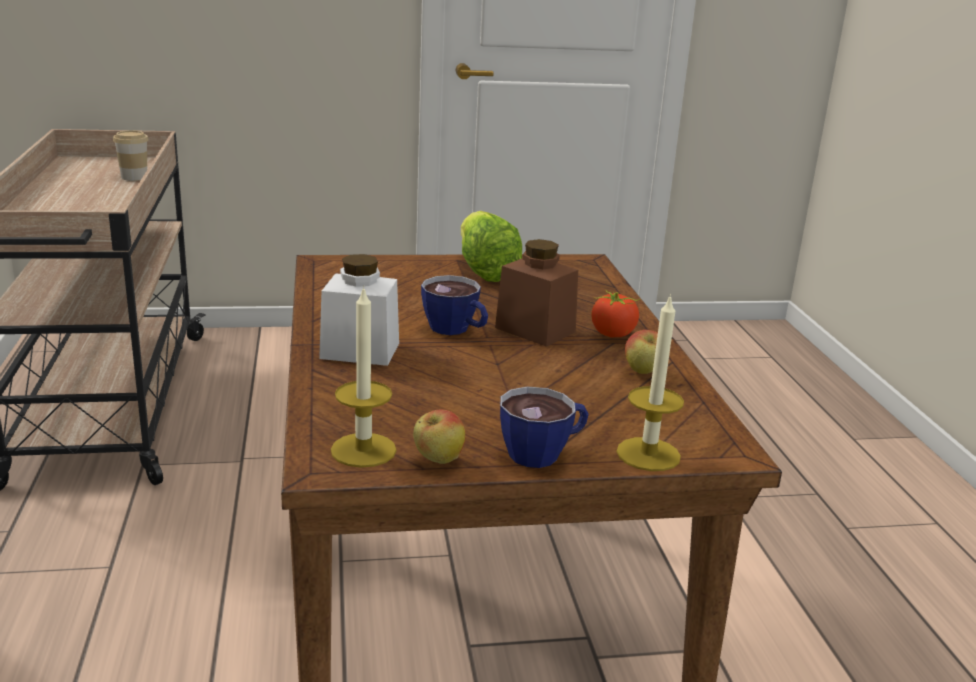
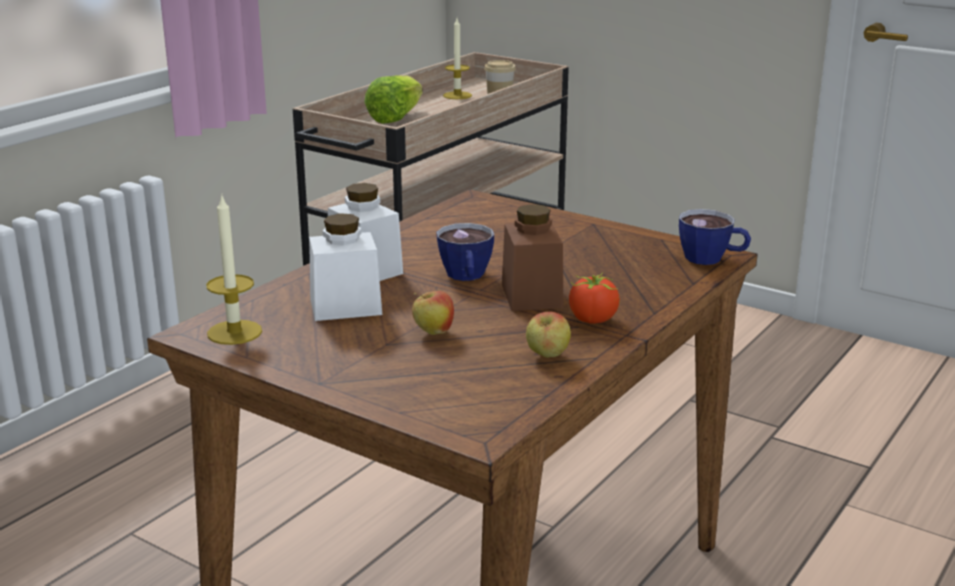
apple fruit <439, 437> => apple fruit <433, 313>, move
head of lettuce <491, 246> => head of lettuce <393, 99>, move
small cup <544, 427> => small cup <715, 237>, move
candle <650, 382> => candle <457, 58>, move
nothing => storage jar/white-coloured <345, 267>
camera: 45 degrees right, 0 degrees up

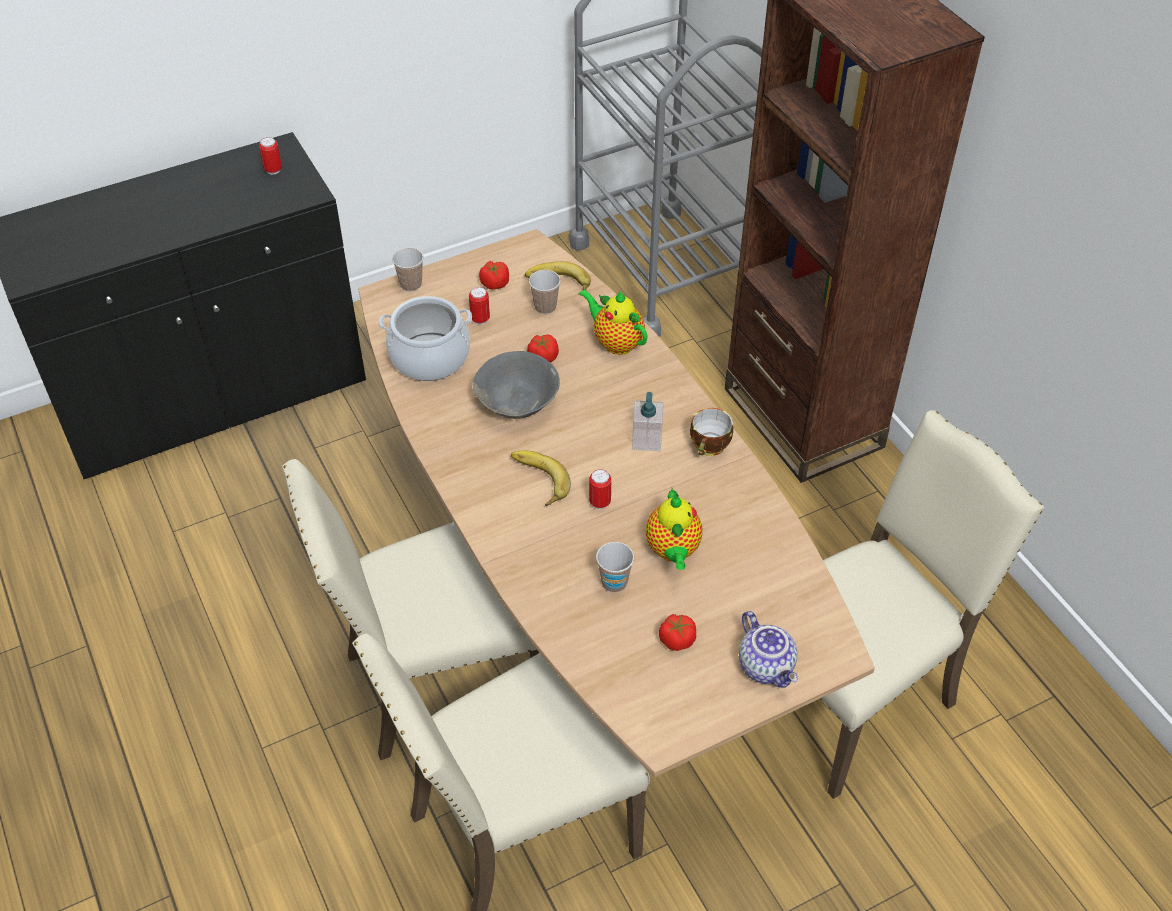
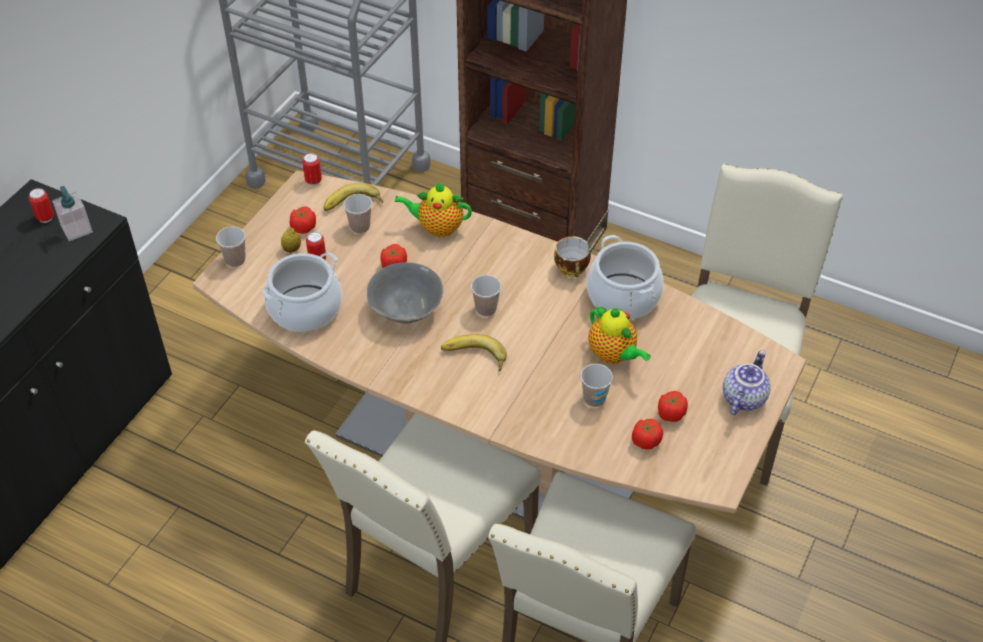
can <600, 489> => can <312, 169>, move
soap bottle <648, 421> => soap bottle <72, 213>, move
teapot <768, 649> => teapot <747, 382>, 90 degrees counterclockwise
nothing => whole lemon <291, 240>
nothing => small cup <486, 295>
nothing => cooking pot <625, 277>
nothing => whole tomato <647, 434>
camera: 35 degrees left, 0 degrees up

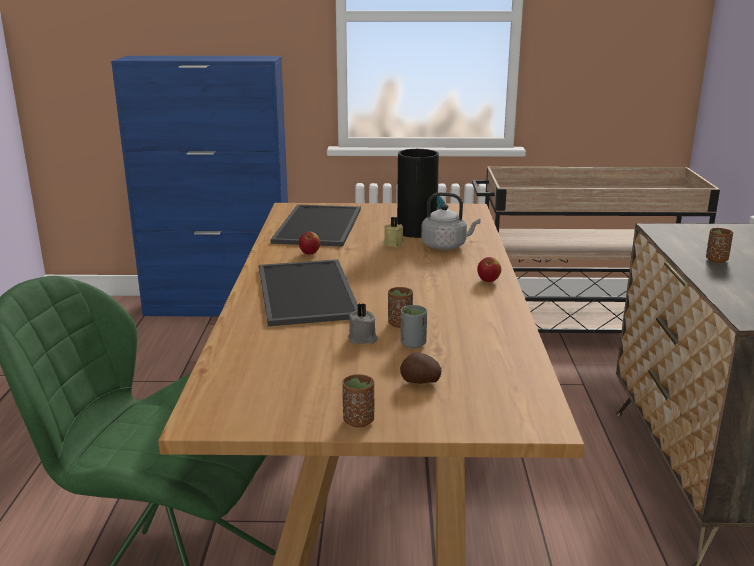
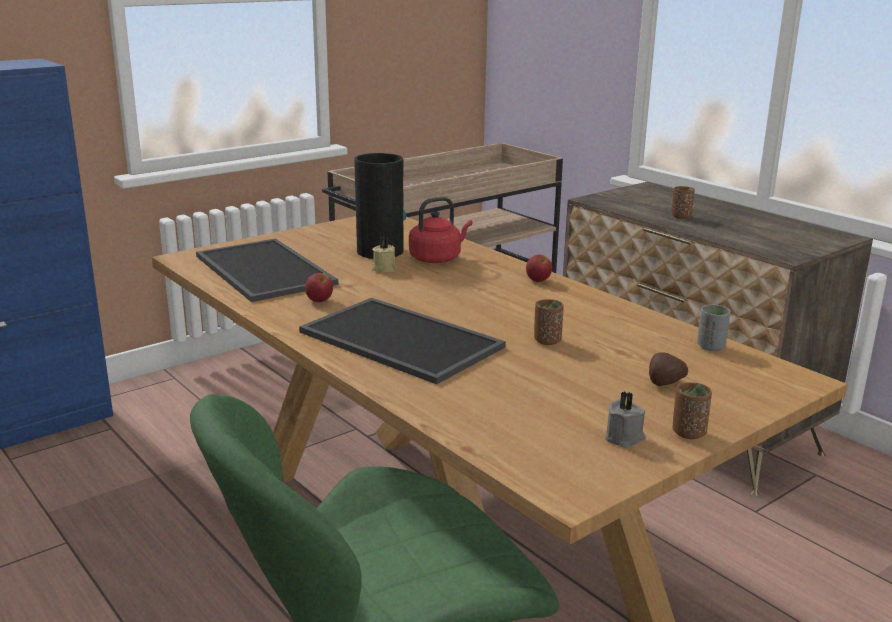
candle/grey <363, 323> => candle/grey <625, 419>, move
small cup/grey <414, 326> => small cup/grey <714, 328>, move
kettle/grey <451, 221> => kettle/reddish <440, 230>
camera: 40 degrees left, 0 degrees up

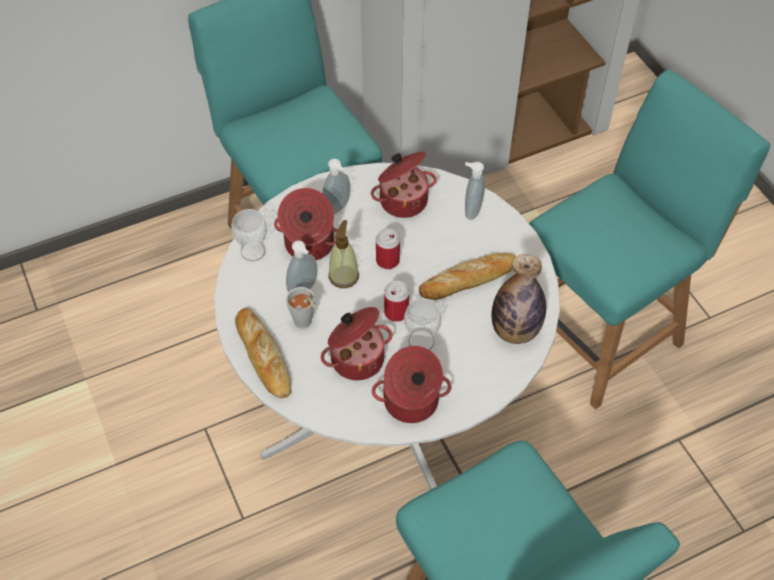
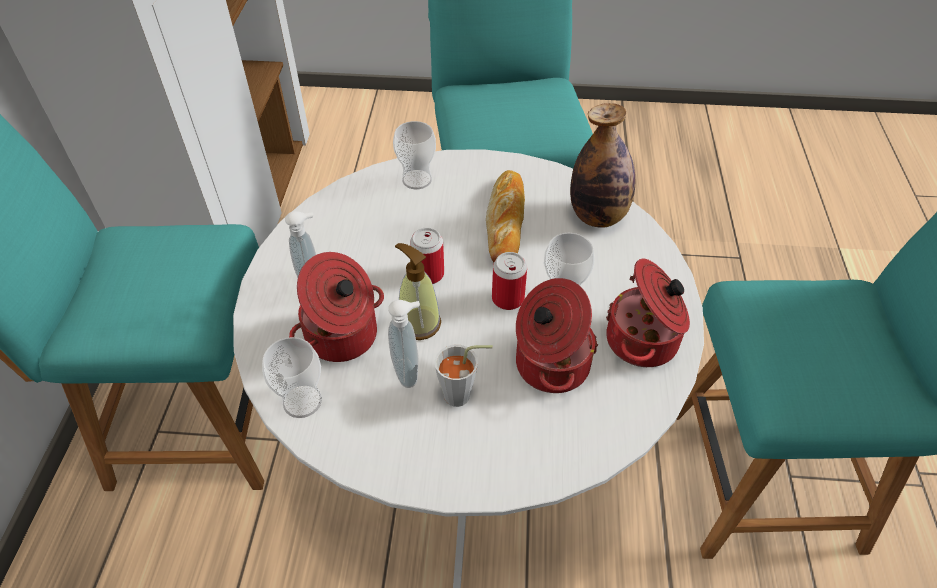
bread <263, 353> => nothing
cooking pot <404, 185> => nothing
soap bottle <475, 191> => small cup <414, 155>
camera: 60 degrees left, 5 degrees down

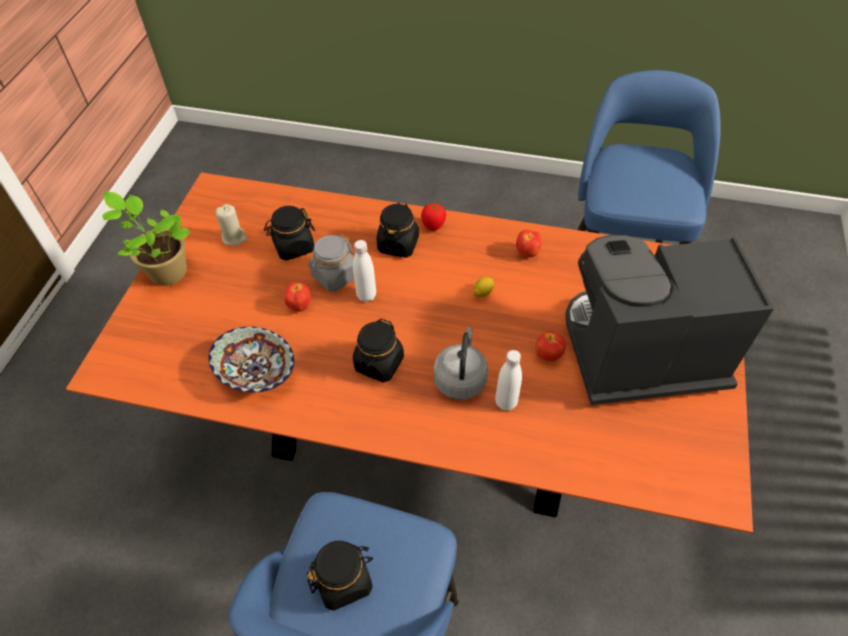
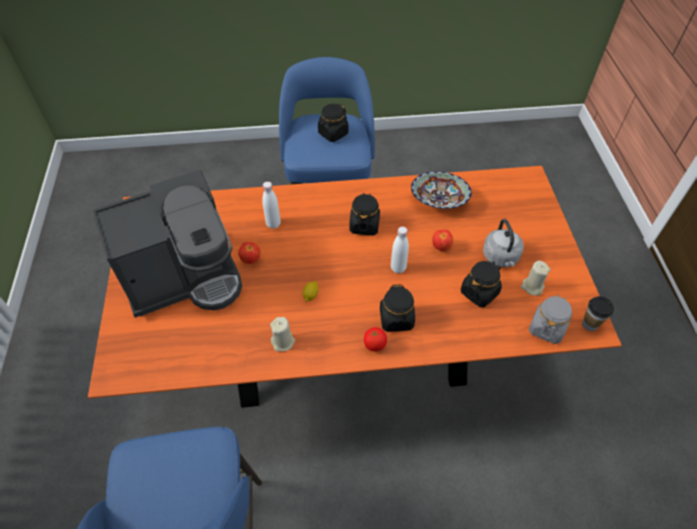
plant in a pot <146, 239> => nothing
storage jar/grey <331, 263> => storage jar/grey <550, 319>, move
kettle/grey <461, 363> => kettle/grey <503, 243>, move
apple fruit <529, 243> => candle/beige-coloured <282, 334>
nothing => small cup <598, 313>
camera: 160 degrees right, 0 degrees up

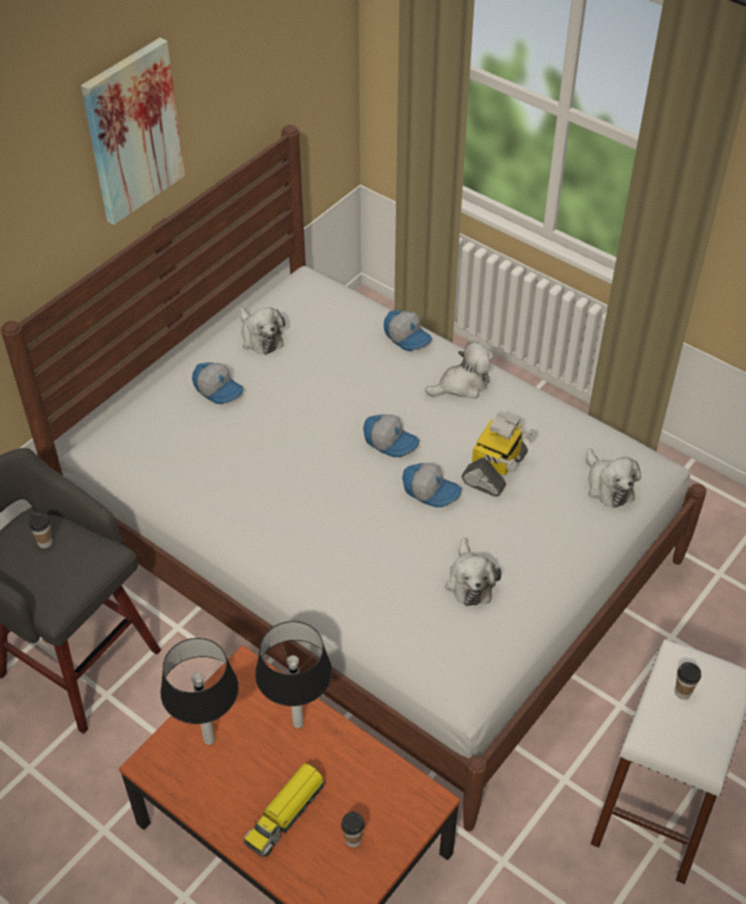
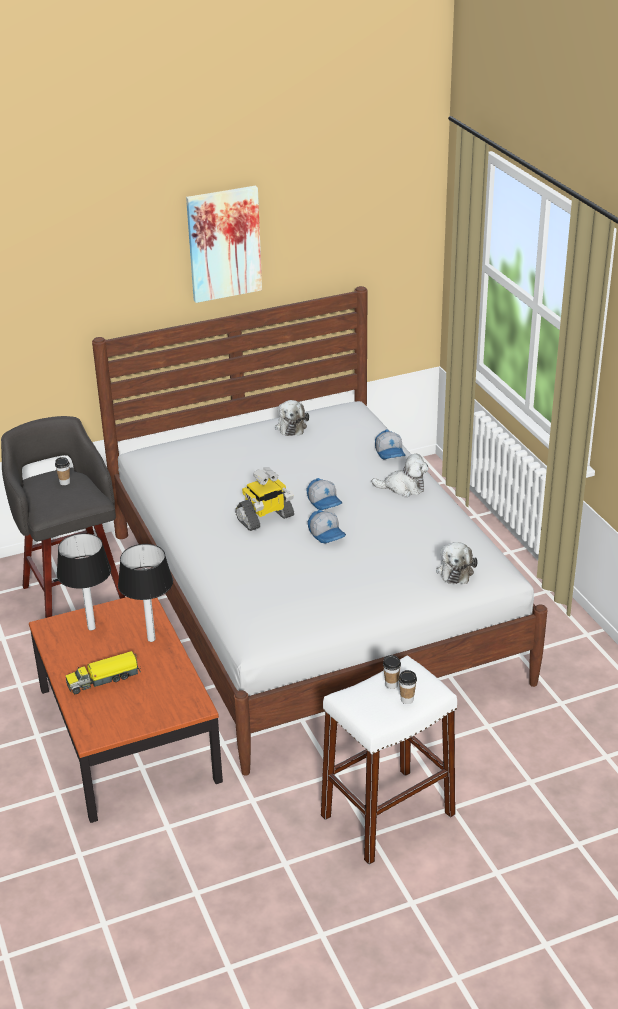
cap <217, 383> => nothing
small cup <353, 829> => small cup <408, 687>, move
soft toy <473, 572> => nothing
robot figure <499, 454> => robot figure <264, 499>, move
camera: 30 degrees right, 15 degrees down

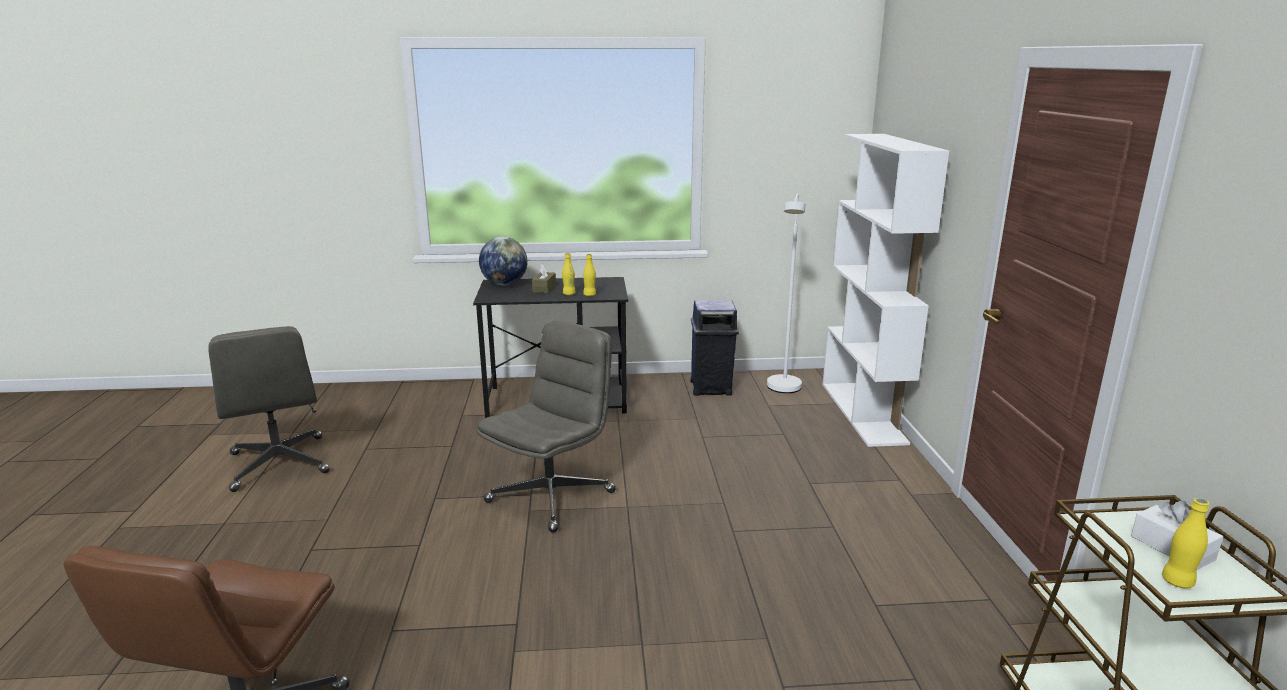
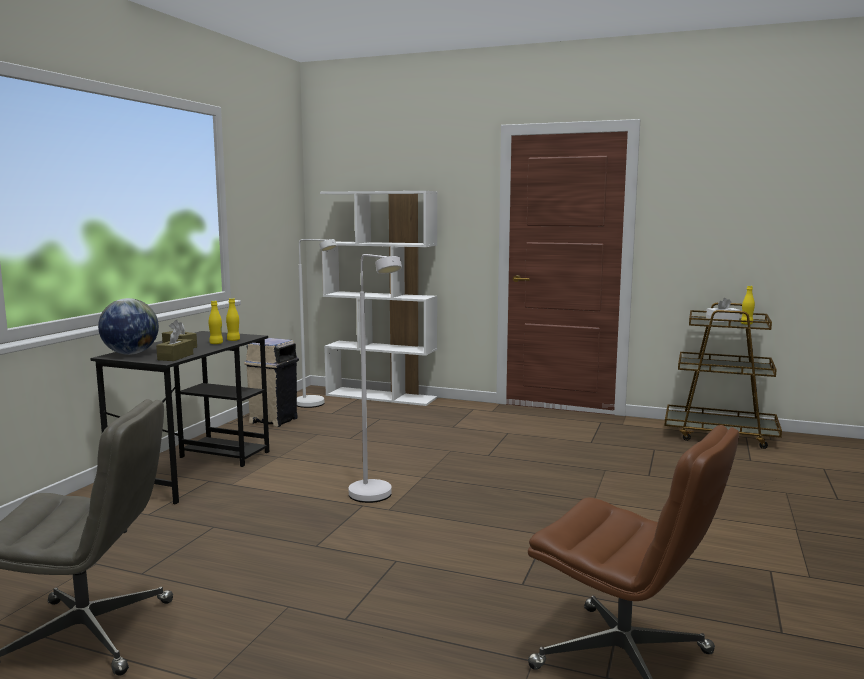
desk chair/grey <546, 427> => floor lamp/white-coloured <375, 378>
rubbish bin/blue <714, 348> => rubbish bin/beige-coloured <271, 382>
nothing => tissue box/brownish <174, 344>
camera: 65 degrees left, 10 degrees down

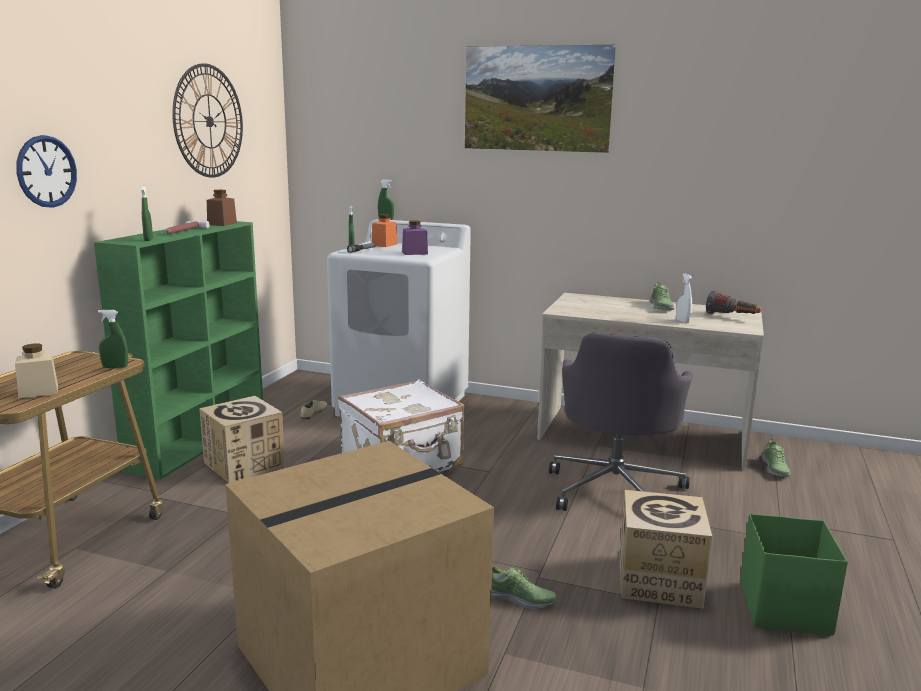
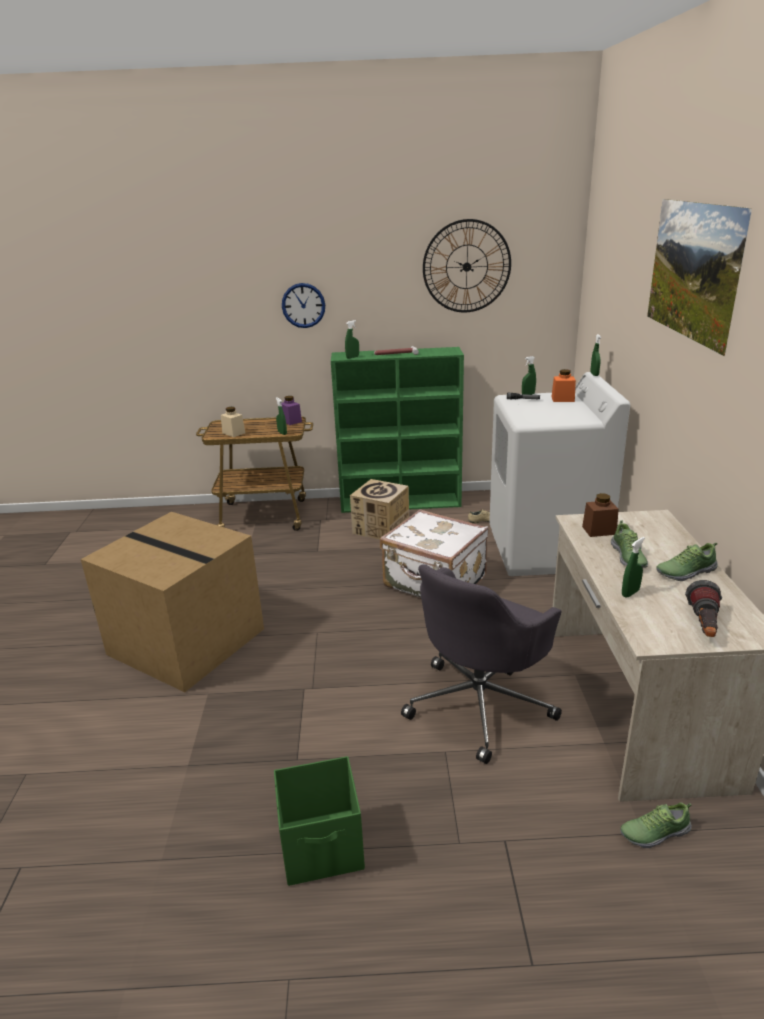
storage jar/brownish <222, 208> => storage jar/brownish <600, 515>, move
storage jar/purplish <415, 238> => storage jar/purplish <291, 410>, move
low shoe <524, 587> => low shoe <629, 544>, move
desk chair/grey <621, 422> => desk chair/grey <481, 664>, 45 degrees counterclockwise
cardboard box <665, 549> => nothing
sprayer/white-coloured <684, 298> => sprayer/green <633, 567>
camera: 70 degrees right, 10 degrees up

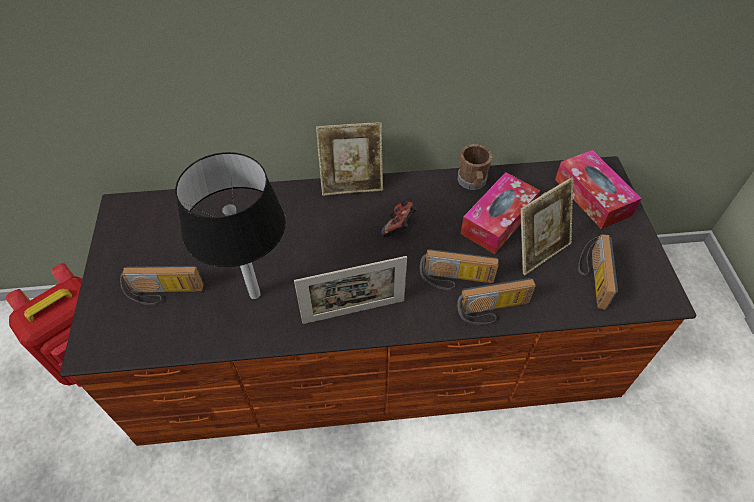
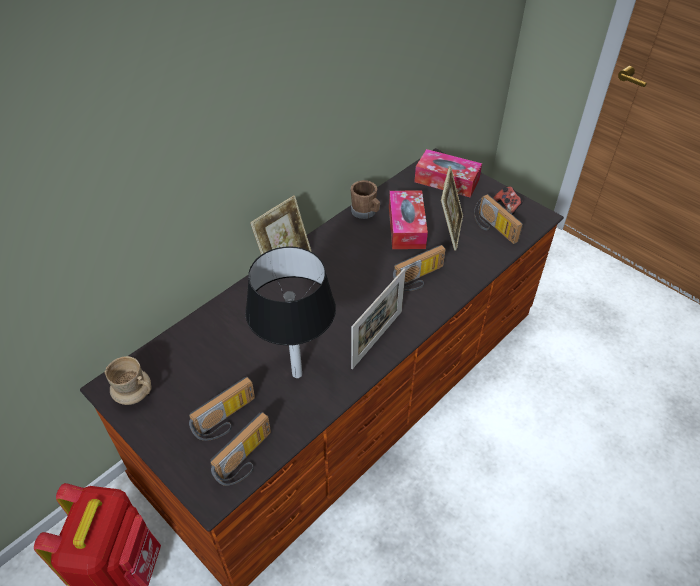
game controller <399, 218> => game controller <508, 200>, move
radio <496, 301> => radio <240, 449>, move
nothing => coffee mug/beige-coloured <128, 380>
camera: 40 degrees left, 5 degrees down

